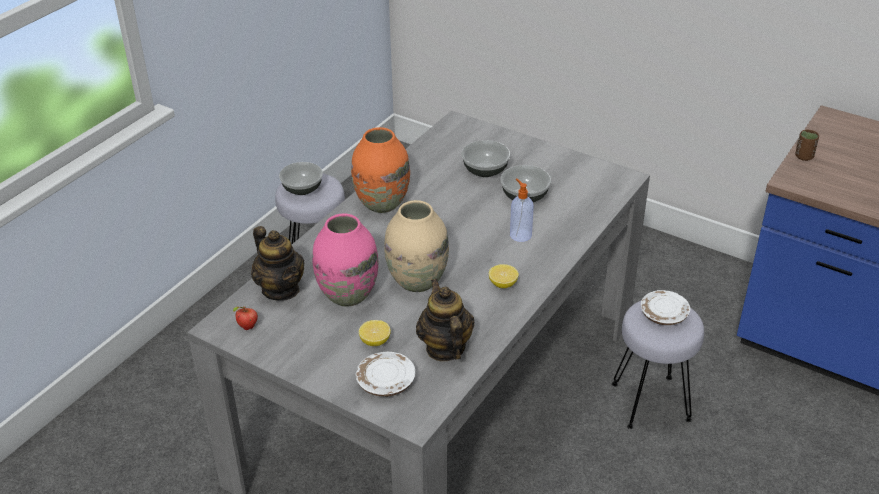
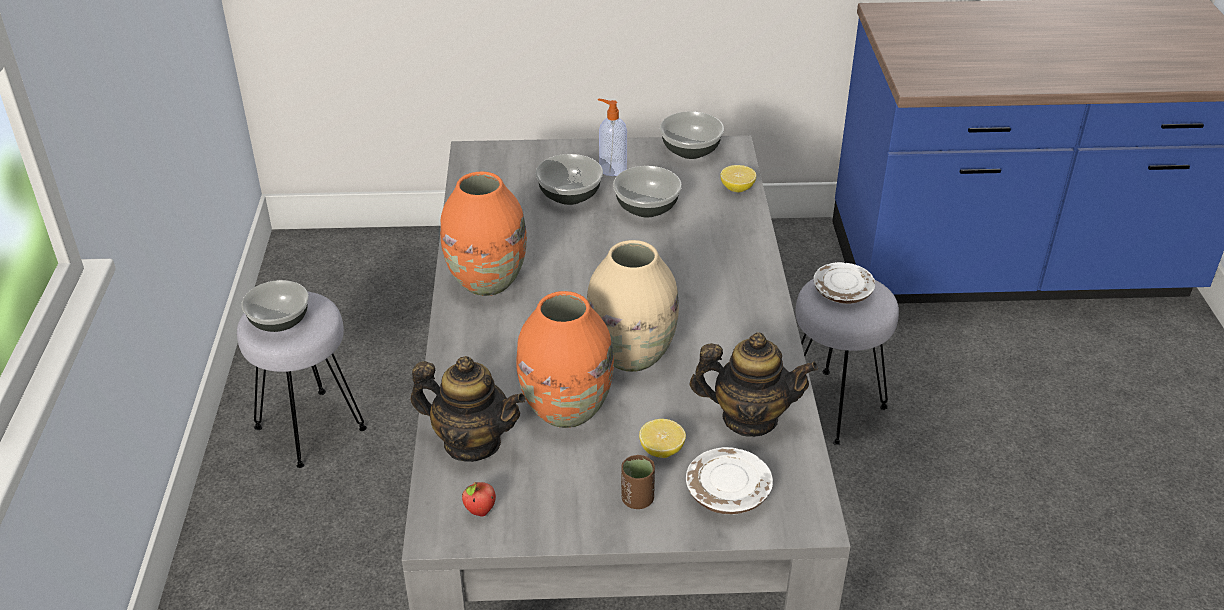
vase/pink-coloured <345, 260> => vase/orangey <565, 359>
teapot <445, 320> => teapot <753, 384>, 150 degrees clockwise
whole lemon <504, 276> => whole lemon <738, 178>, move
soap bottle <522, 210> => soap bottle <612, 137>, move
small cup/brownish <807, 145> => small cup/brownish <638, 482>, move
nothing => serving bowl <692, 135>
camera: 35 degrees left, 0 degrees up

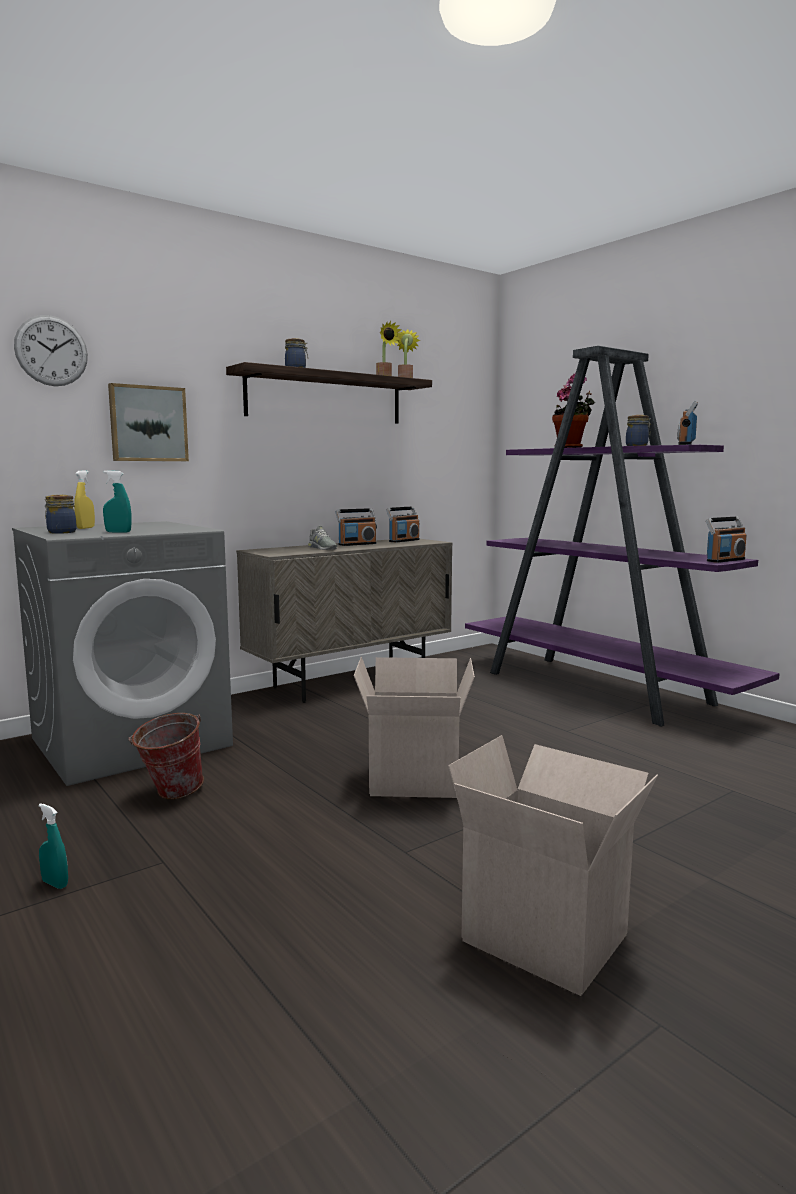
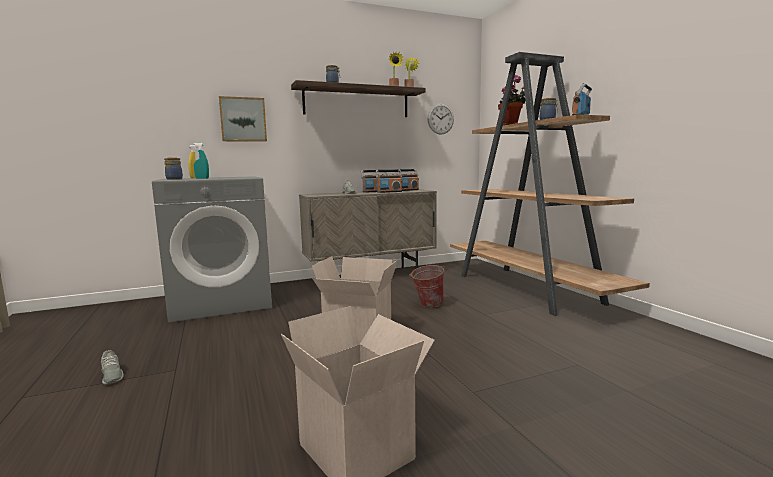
clock on the wall <51, 350> => clock on the wall <440, 119>, move
sprayer/turquoise <53, 846> => low shoe/grey <112, 367>
pail <166, 756> => pail <426, 286>, move
bookcase/purplish <622, 536> => bookcase/brownish <550, 184>
radio <726, 540> => radio <388, 181>, move
camera: 15 degrees right, 0 degrees up

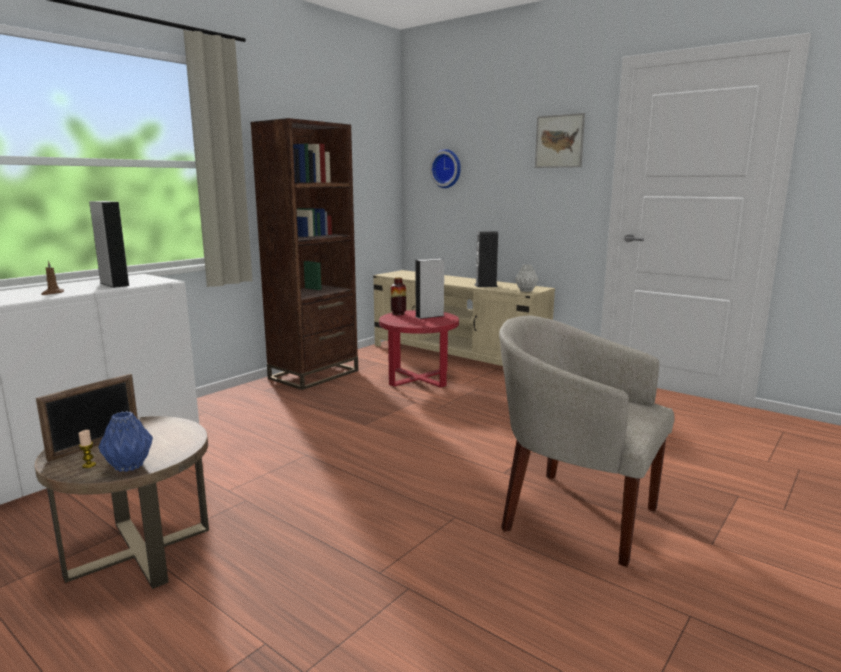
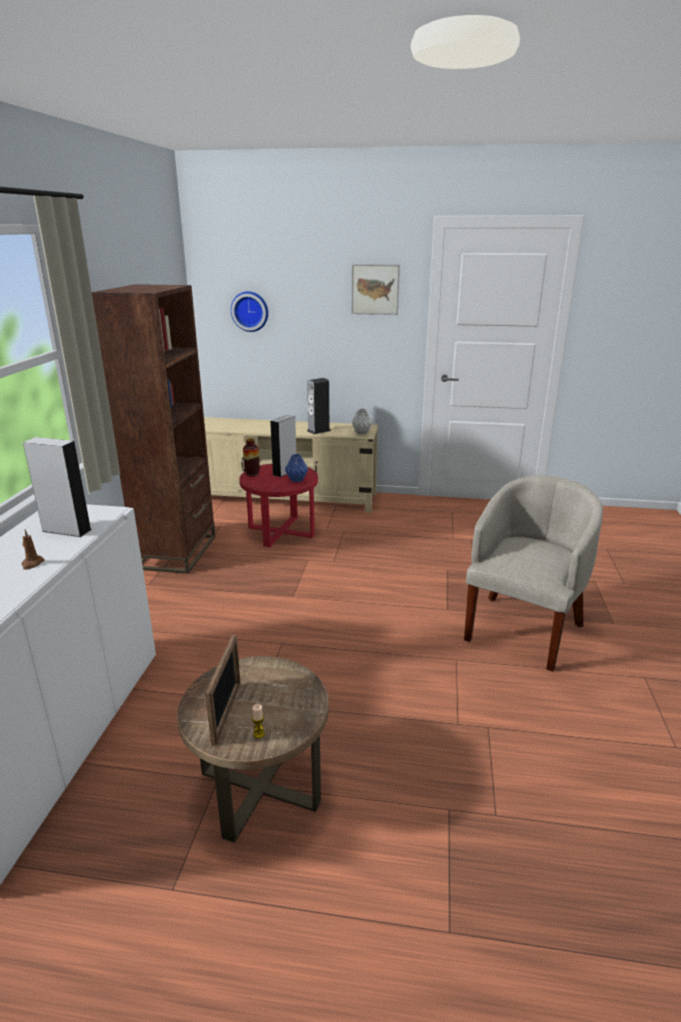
vase/blue <125, 441> => vase/blue <296, 468>, move
lounge chair/beige-coloured <587, 441> => lounge chair/beige-coloured <533, 573>, 120 degrees clockwise
camera: 30 degrees left, 10 degrees up

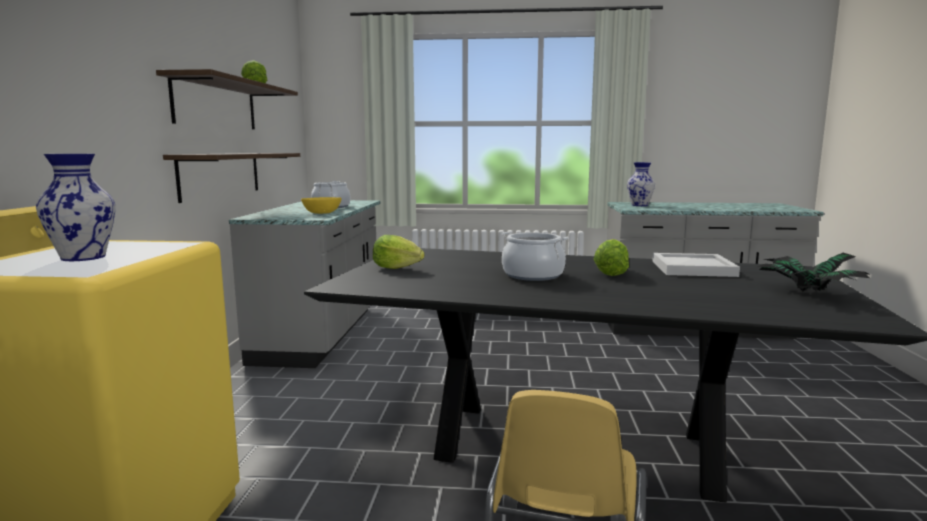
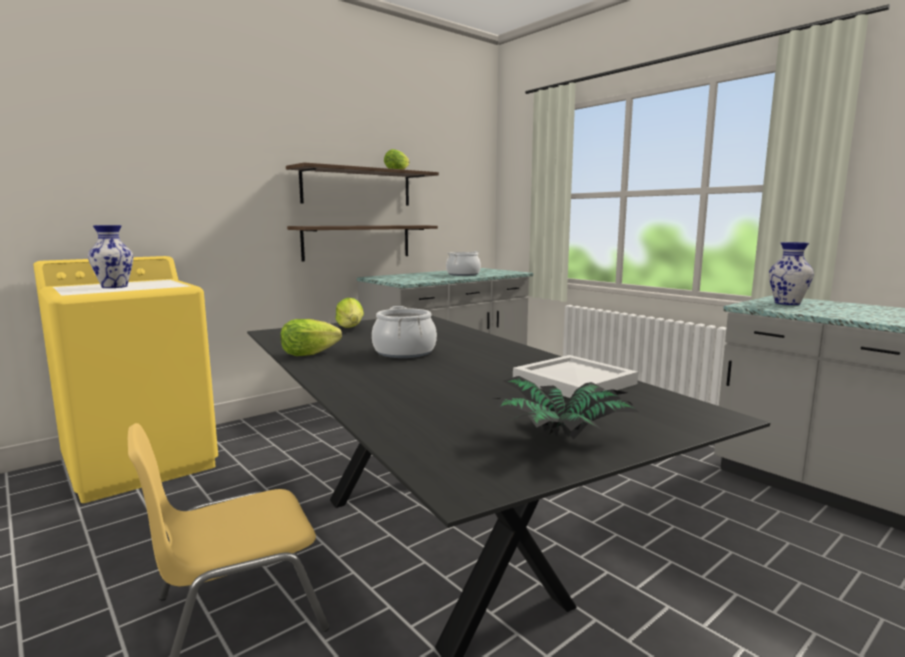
serving bowl/yellow-coloured <321, 205> => nothing
head of lettuce <611, 257> => head of lettuce <311, 337>, move
camera: 45 degrees right, 0 degrees up

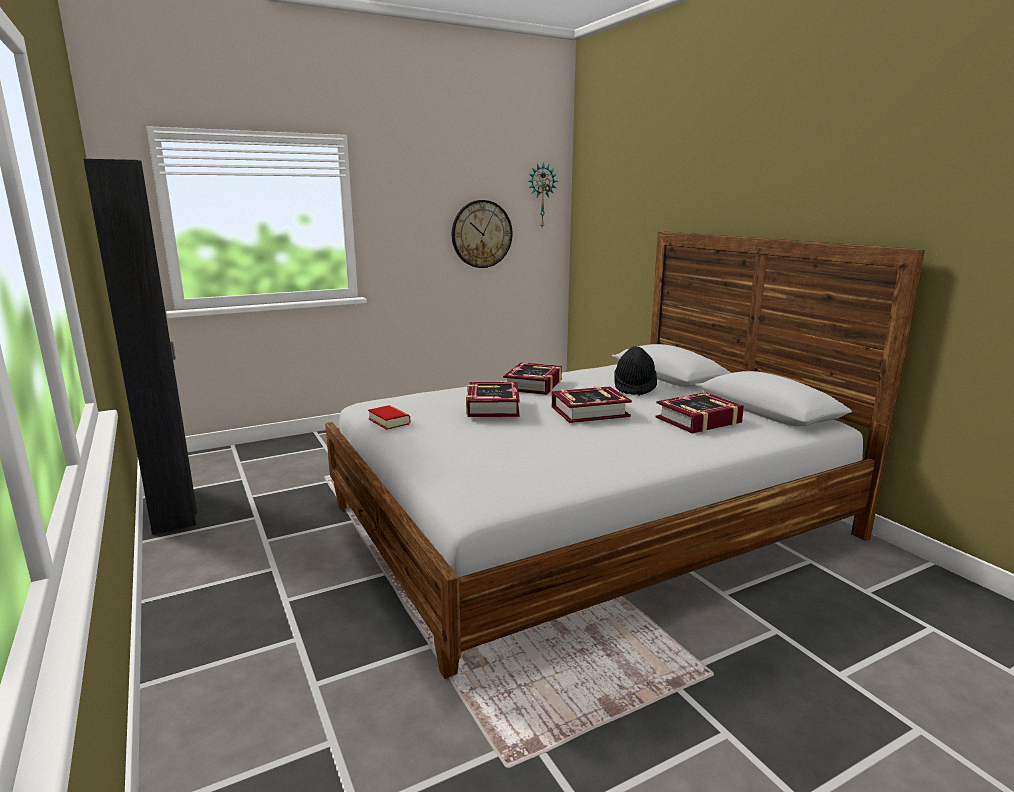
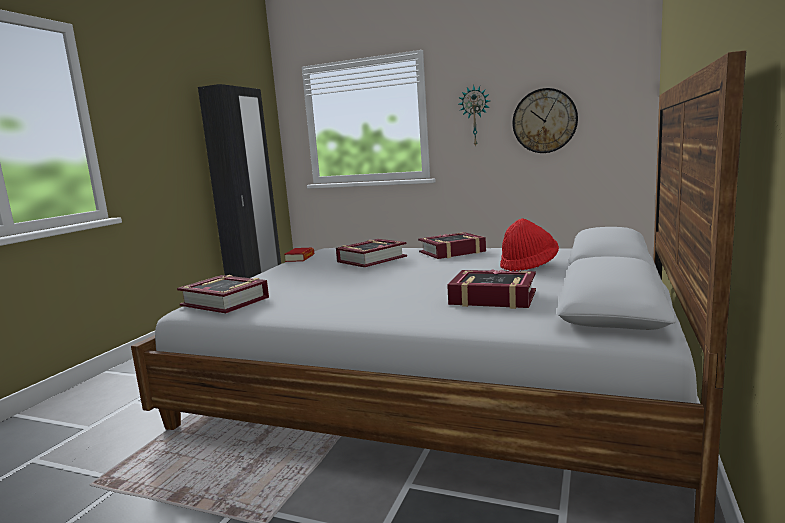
clock on the wall <543, 195> => clock on the wall <474, 116>, move
book <592, 404> => book <223, 294>, move
clothing hat/blackish <635, 371> => clothing hat/reddish <529, 244>
camera: 50 degrees right, 5 degrees down

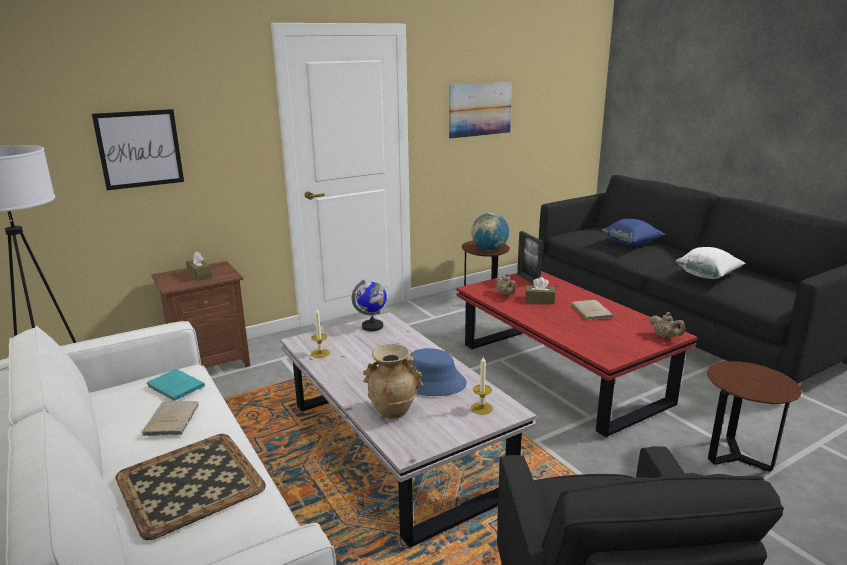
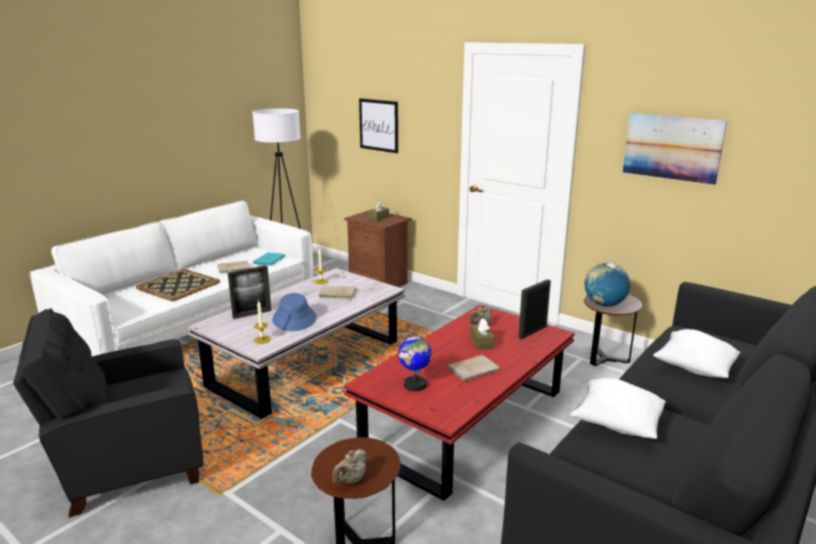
world globe <369, 305> => world globe <415, 361>, move
vase/beige-coloured <393, 381> => photo frame <249, 292>
cushion/blue <633, 232> => cushion/white-coloured <696, 353>
teapot/beige-coloured <667, 325> => teapot/beige-coloured <349, 466>, move
nothing => book/beige-coloured <337, 292>
camera: 70 degrees right, 0 degrees up

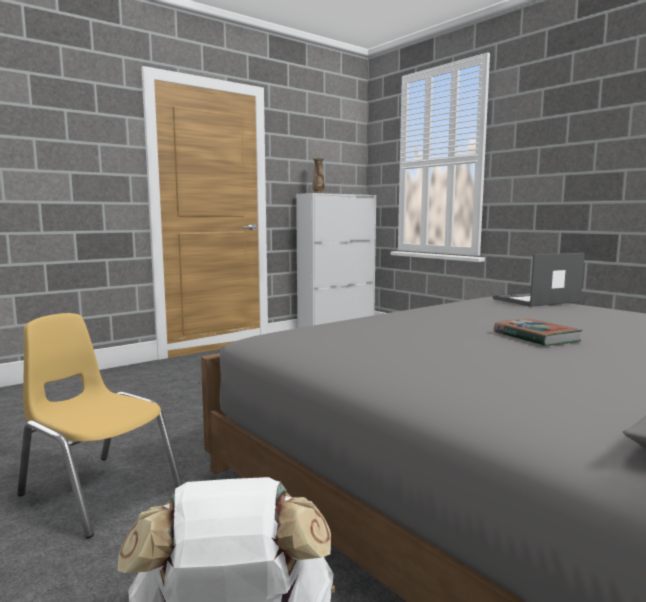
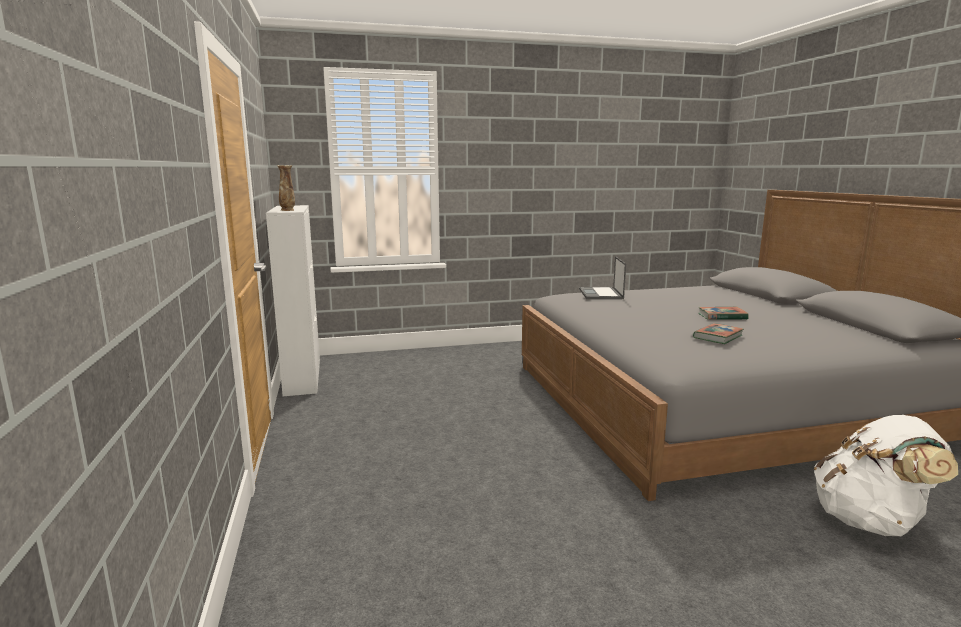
upright chair/yellow-coloured <100, 426> => nothing
nothing => book <718, 333>
camera: 65 degrees left, 5 degrees up

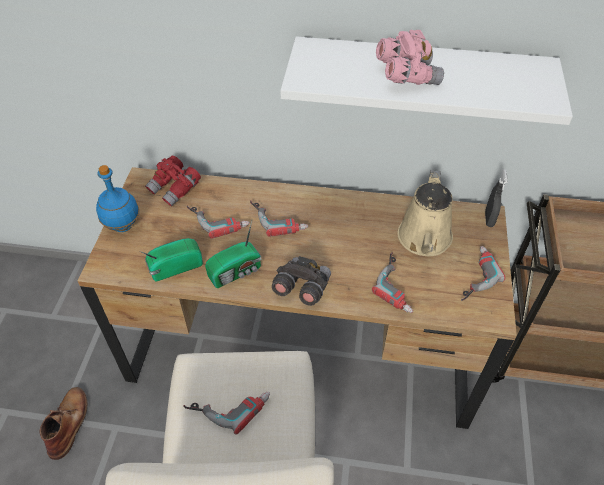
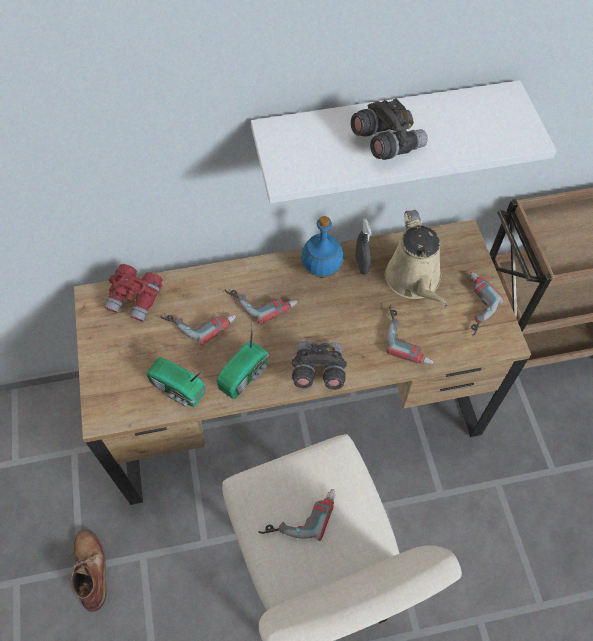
beverage bottle/blue <117, 198> => beverage bottle/blue <322, 247>, move
radio <171, 259> => radio <176, 382>, 105 degrees counterclockwise
field glasses/pink-coloured <410, 57> => field glasses/grey <389, 129>
sprayer/grey <496, 198> => sprayer/grey <363, 247>, move
camera: 20 degrees left, 10 degrees up

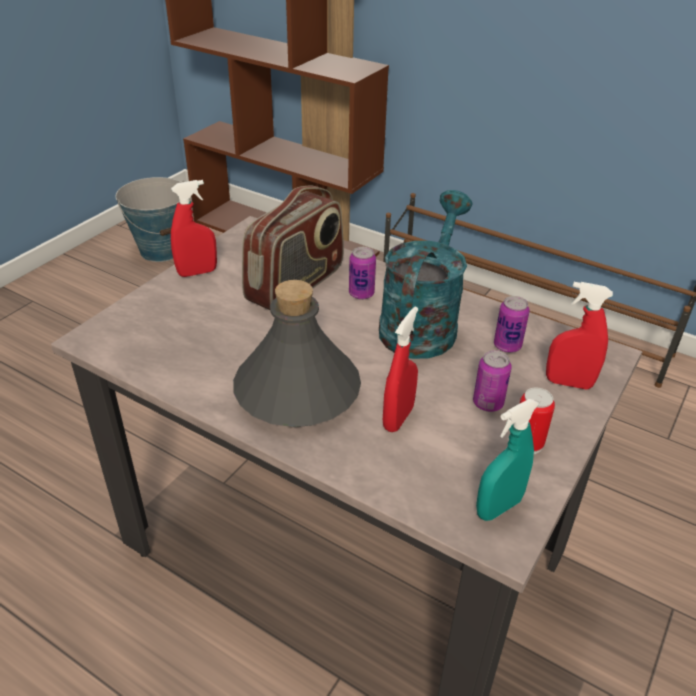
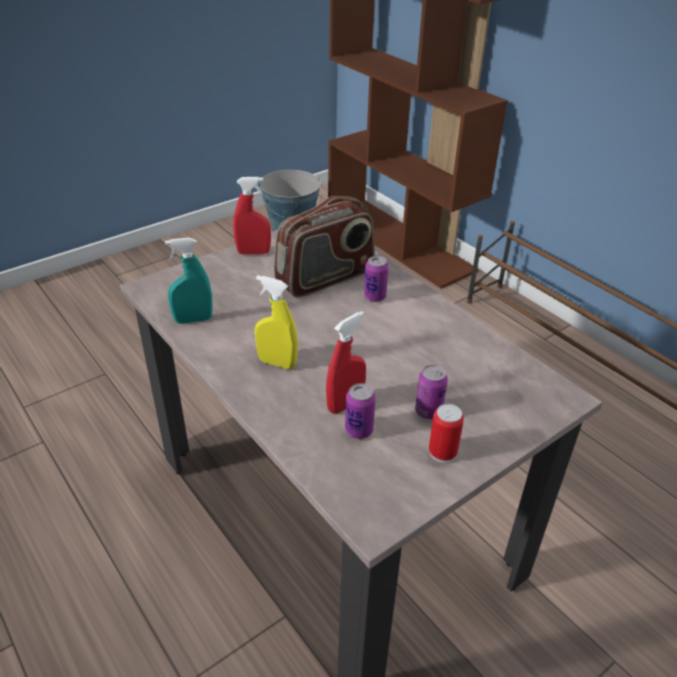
beverage bottle/grey <297, 353> => sprayer/yellow-coloured <276, 322>
sprinkling can/turquoise <425, 274> => nothing
sprayer/turquoise <507, 460> => sprayer/turquoise <188, 281>, move
can <511, 324> => can <360, 411>, move
sprayer/reddish <579, 336> => nothing
camera: 20 degrees right, 0 degrees up

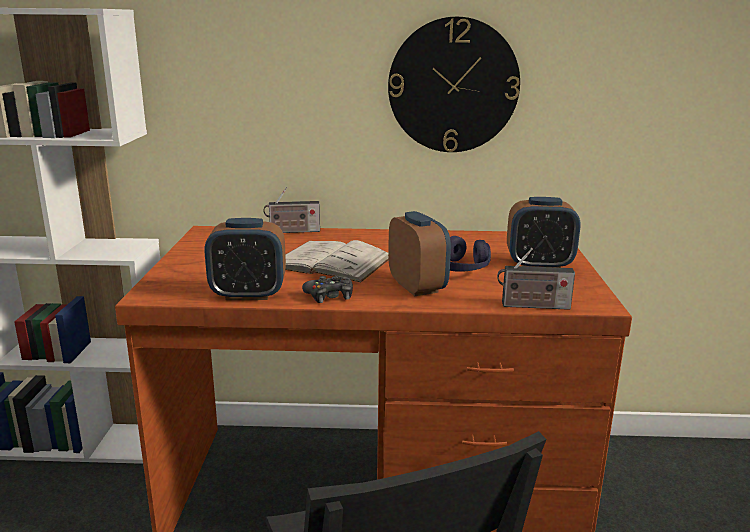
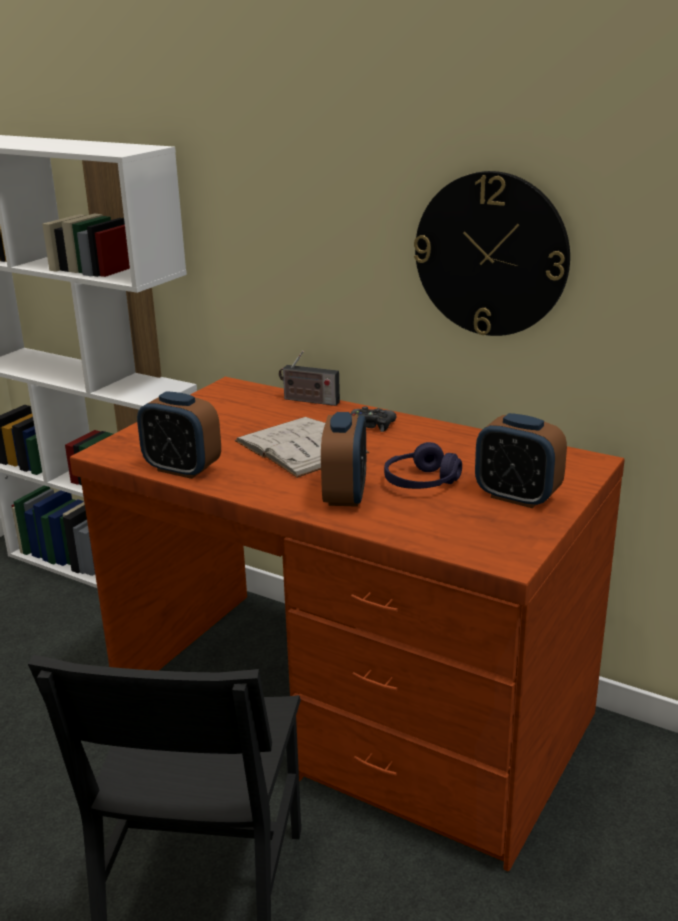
game controller/blackish <327, 289> => game controller/blackish <373, 419>, move
radio <536, 279> => nothing
camera: 30 degrees right, 5 degrees up

